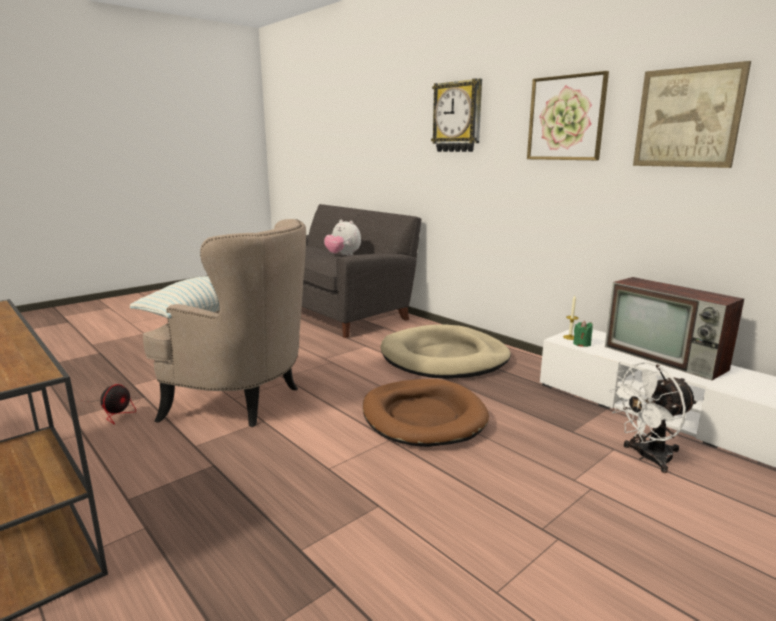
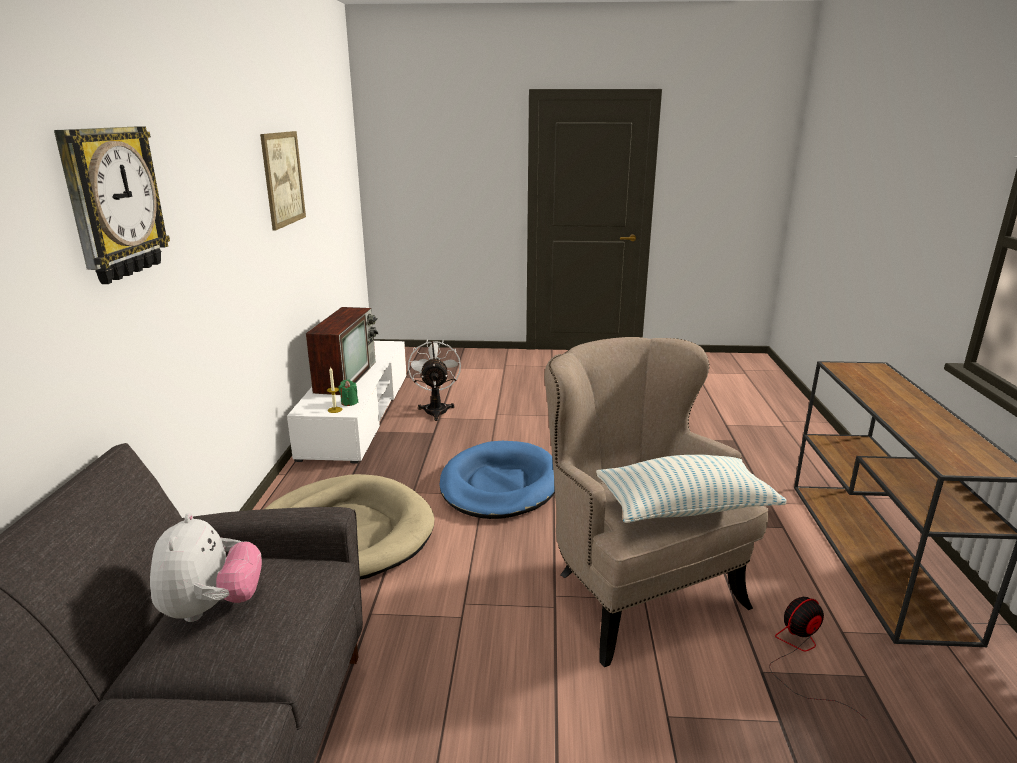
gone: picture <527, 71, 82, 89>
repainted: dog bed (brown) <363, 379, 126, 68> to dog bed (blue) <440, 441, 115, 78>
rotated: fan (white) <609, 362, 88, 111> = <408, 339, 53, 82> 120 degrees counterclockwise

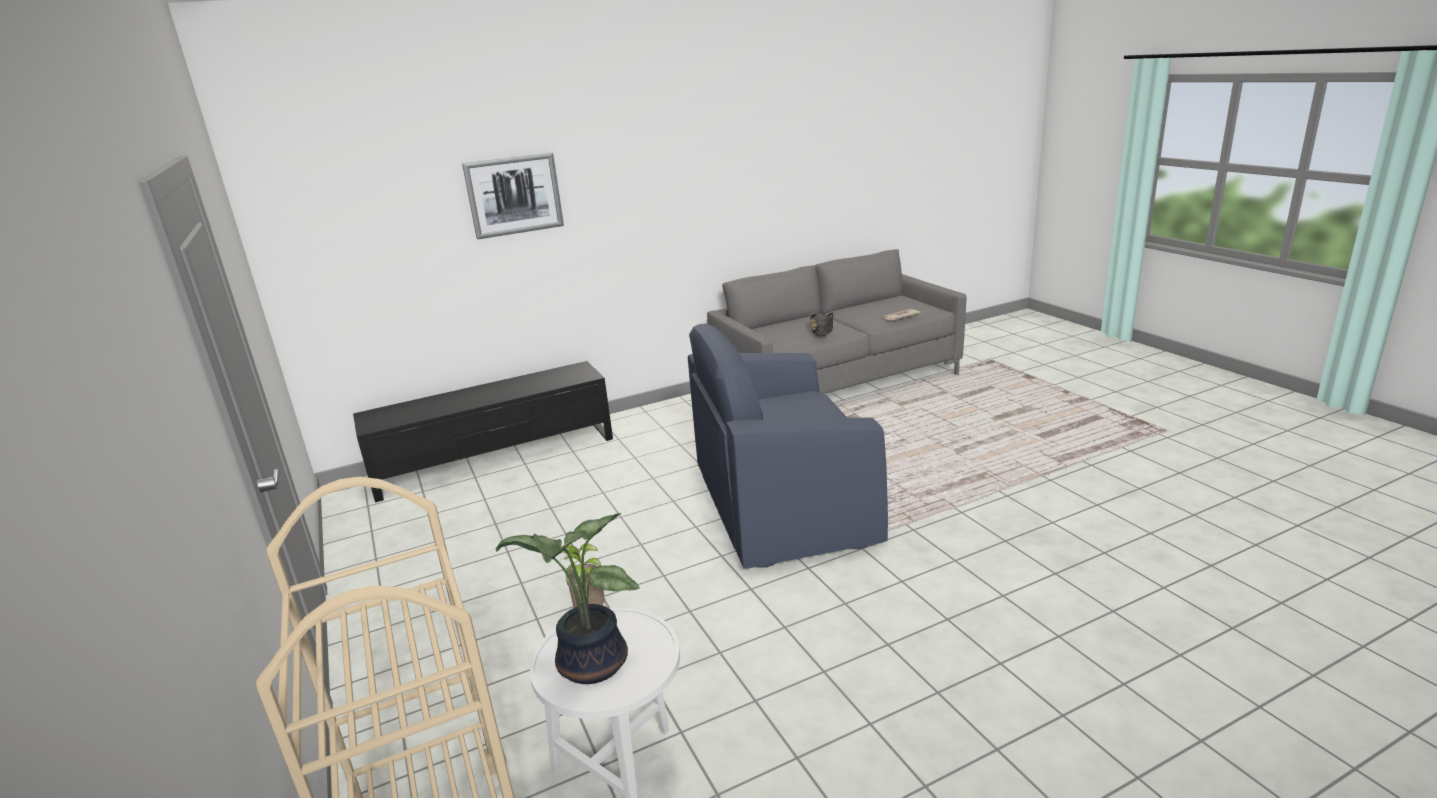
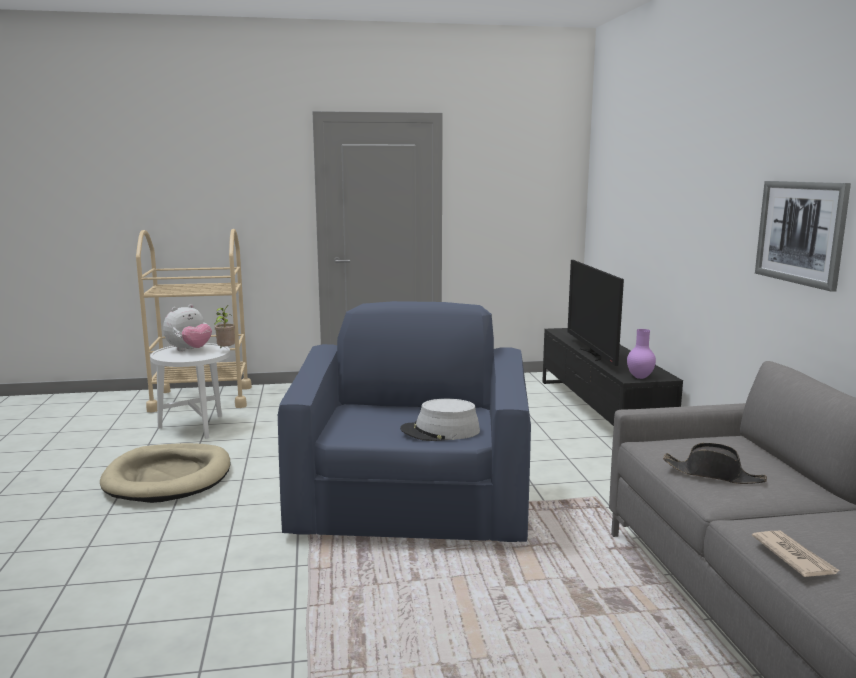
new: television <567, 260, 57, 106>; vase (purple) <627, 329, 29, 50>; hat (grey) <400, 399, 80, 42>; dog bed (beige) <100, 443, 131, 60>
shifted: picture <462, 153, 102, 86> to <755, 181, 96, 111>
swapped: potted plant <496, 513, 143, 171> to plush toy <163, 304, 49, 47>

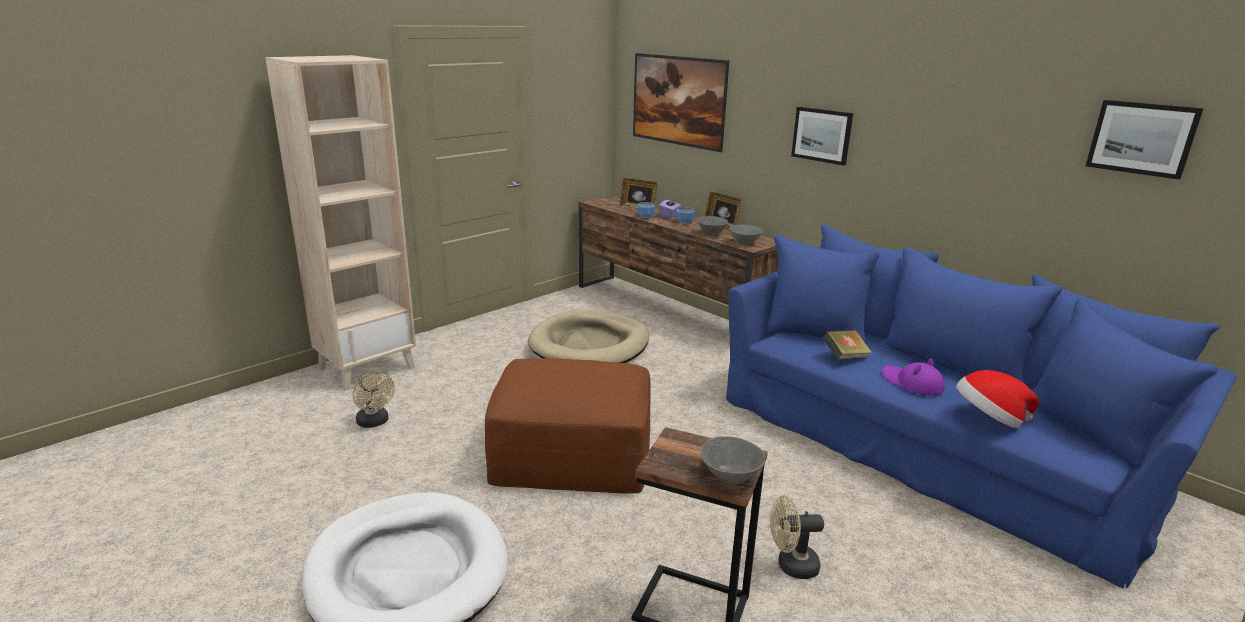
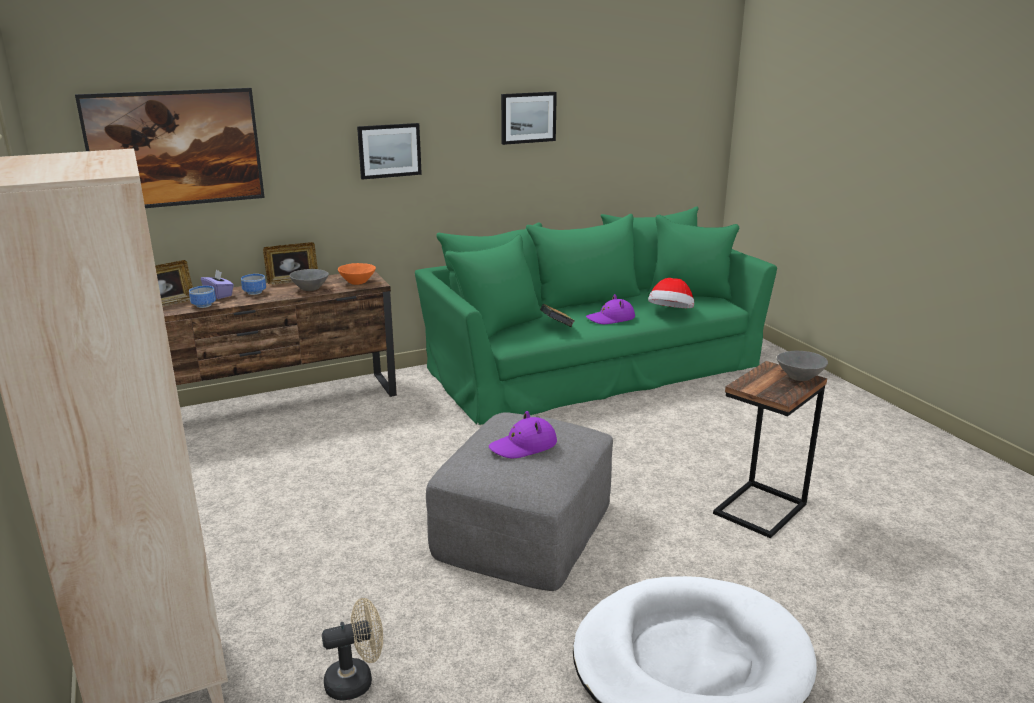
gone: dog bed (beige) <528, 310, 121, 53>; fan (beige) <770, 495, 54, 84>
new: hat (purple) <489, 411, 68, 48>
shifted: picture <1086, 100, 118, 80> to <501, 92, 56, 53>
repainted: sofa (blue) <726, 224, 511, 364> to sofa (green) <415, 206, 362, 219>; bowl (grey) <730, 225, 32, 19> to bowl (orange) <338, 263, 38, 22>; ottoman (brown) <485, 358, 166, 136> to ottoman (grey) <426, 412, 187, 179>

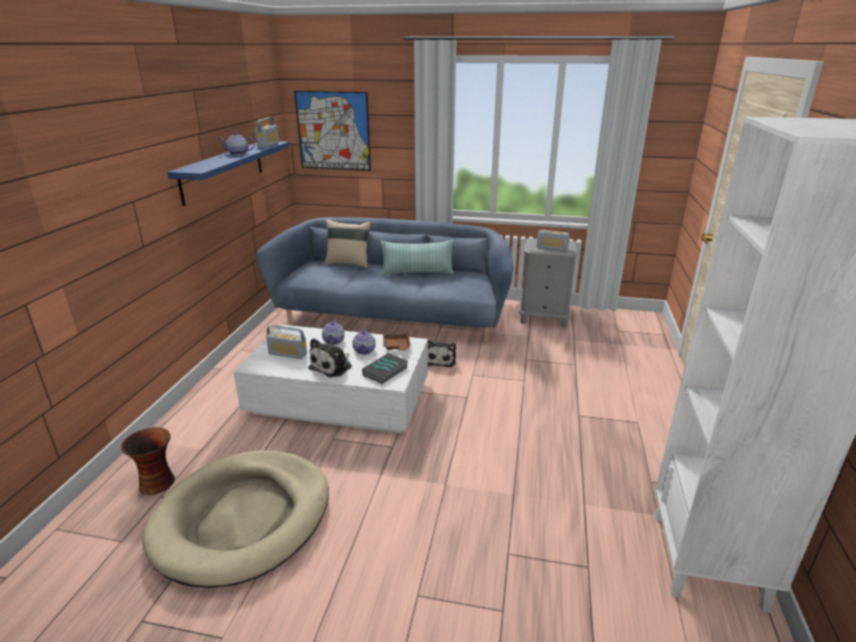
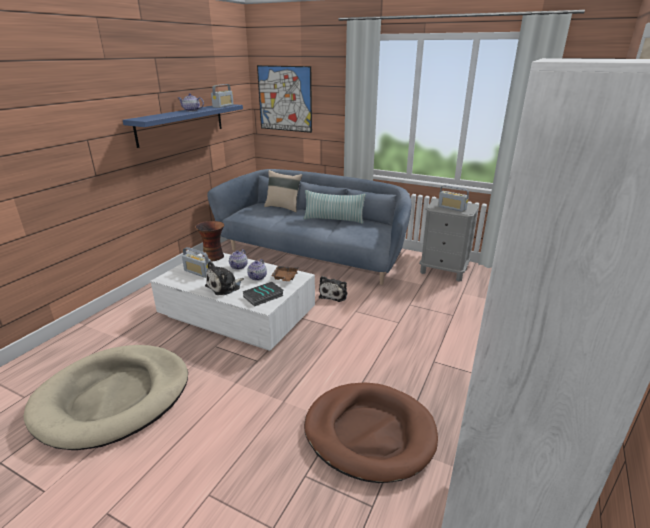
new: dog bed (brown) <304, 382, 134, 101>
shifted: vase <121, 427, 54, 68> to <195, 221, 29, 40>

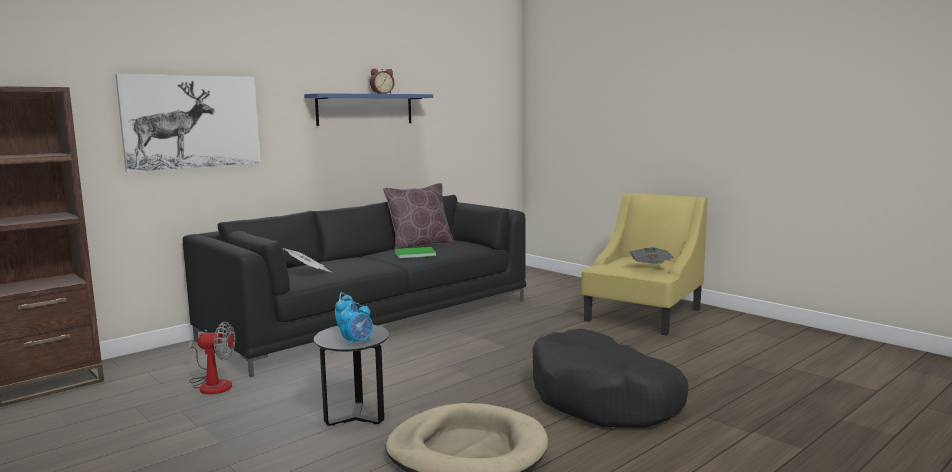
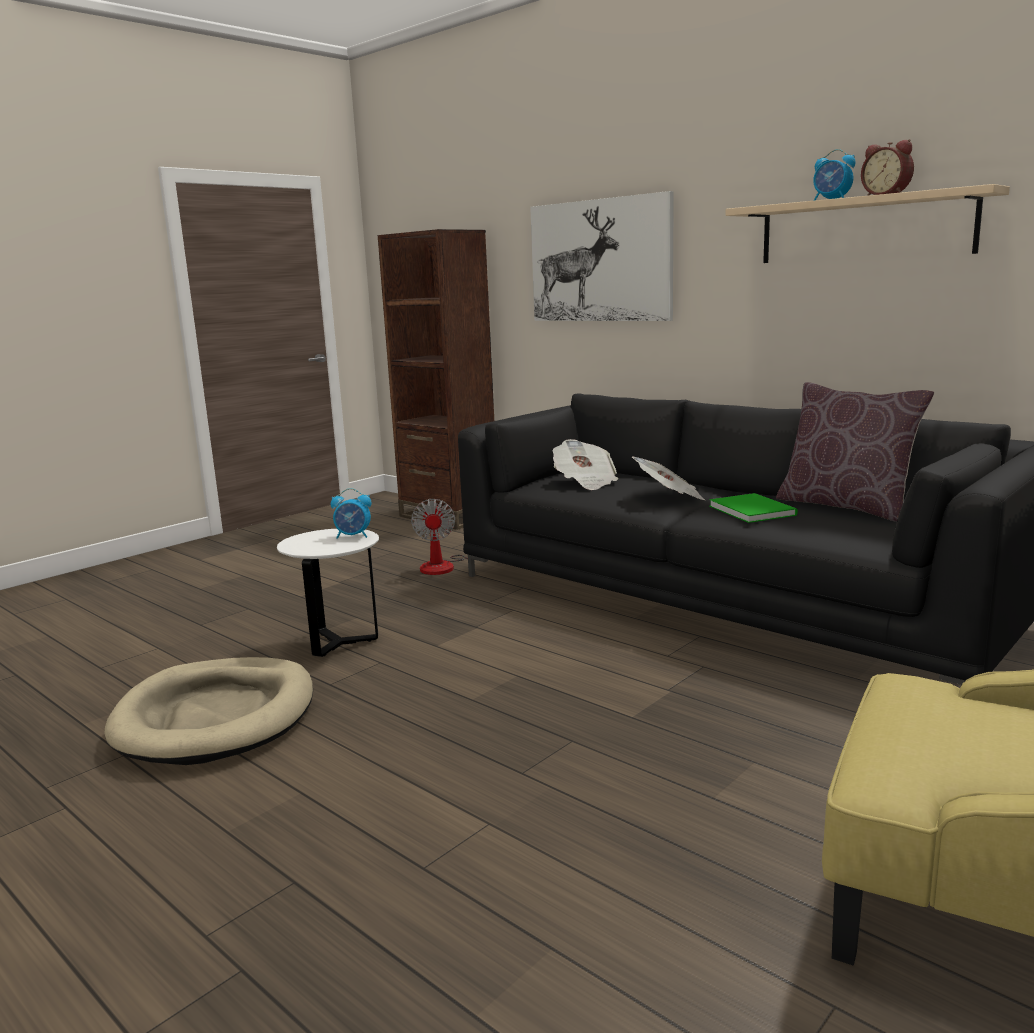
gone: dog bed (black) <532, 329, 157, 99>
shifted: newspaper <629, 248, 44, 16> to <631, 456, 74, 44>; alarm clock <340, 302, 33, 45> to <813, 149, 43, 52>
repainted: shelf (blue) <304, 93, 129, 33> to shelf (beige) <726, 184, 284, 79>; side table (black) <314, 325, 75, 101> to side table (white) <277, 529, 102, 128>

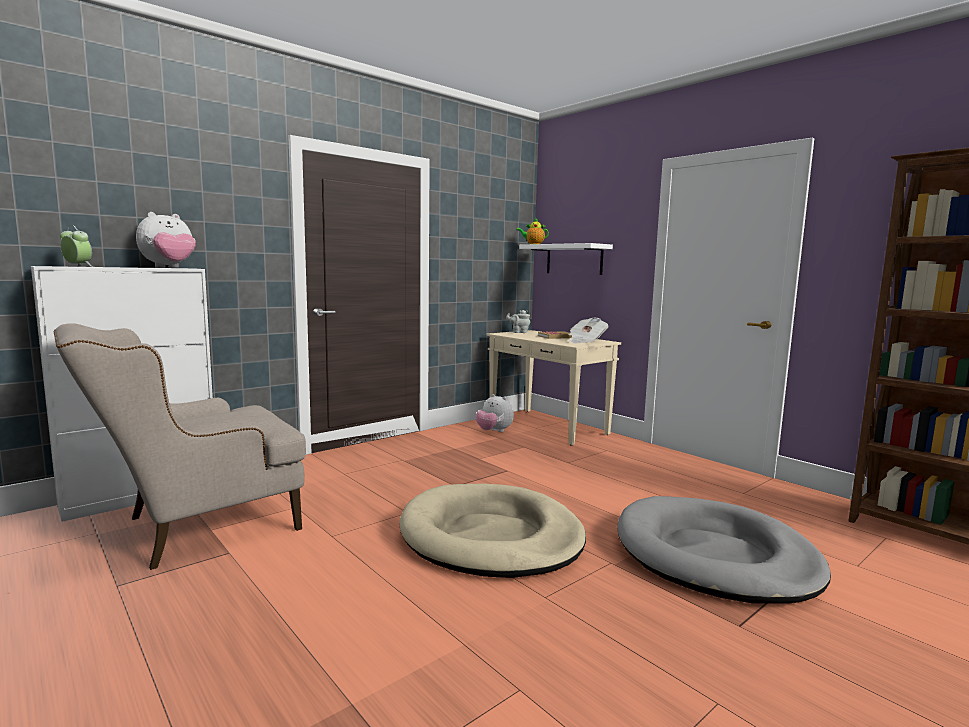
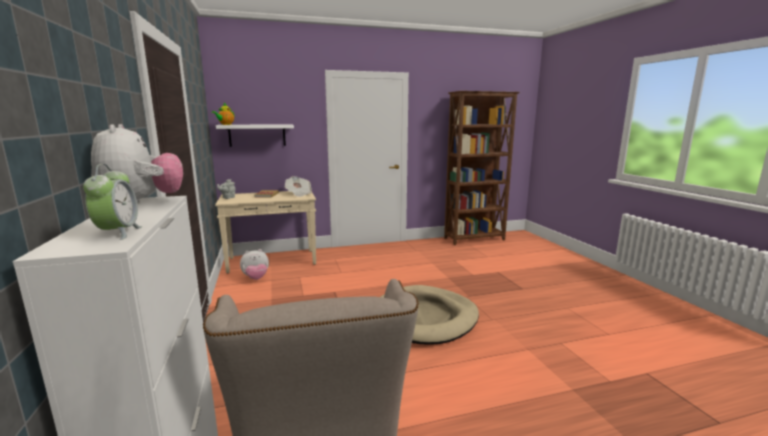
gone: dog bed (grey) <618, 496, 213, 108>
rotated: alarm clock <60, 226, 34, 41> = <83, 164, 59, 76> 120 degrees clockwise

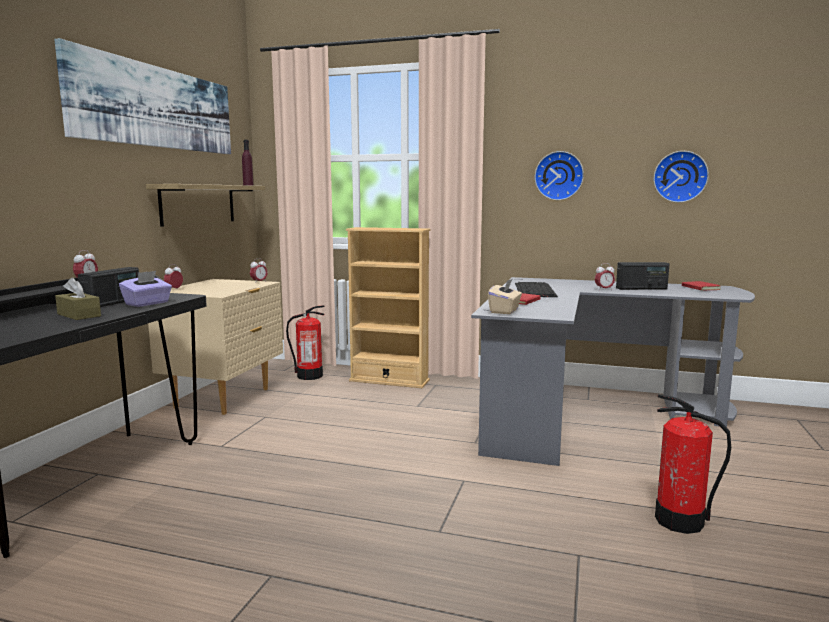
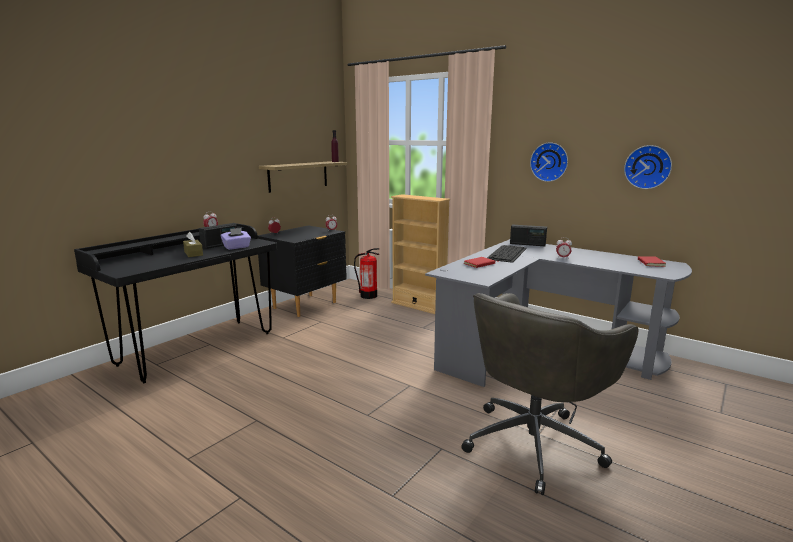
gone: picture <54, 38, 177, 116>; tissue box (beige) <488, 279, 34, 35>
shifted: radio <616, 262, 53, 28> to <510, 225, 37, 21>
swapped: fire extinguisher <655, 394, 76, 140> to office chair (grey) <461, 293, 177, 202>
repainted: nightstand (beige) <148, 279, 135, 136> to nightstand (black) <258, 226, 89, 91>

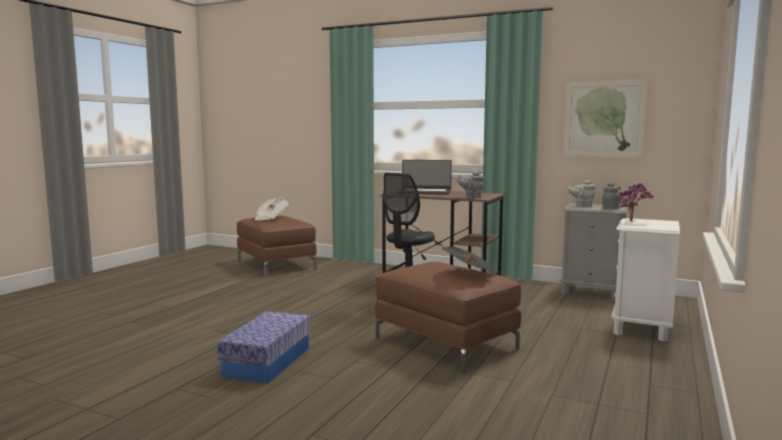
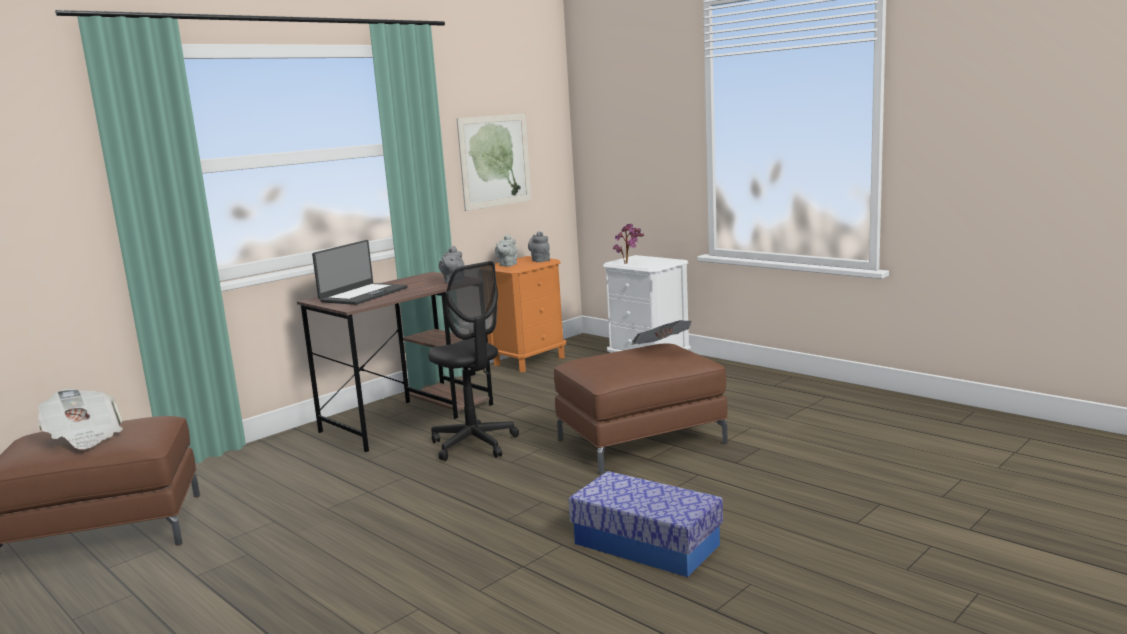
repainted: nightstand (grey) <560, 203, 68, 98> to nightstand (orange) <487, 256, 79, 116>

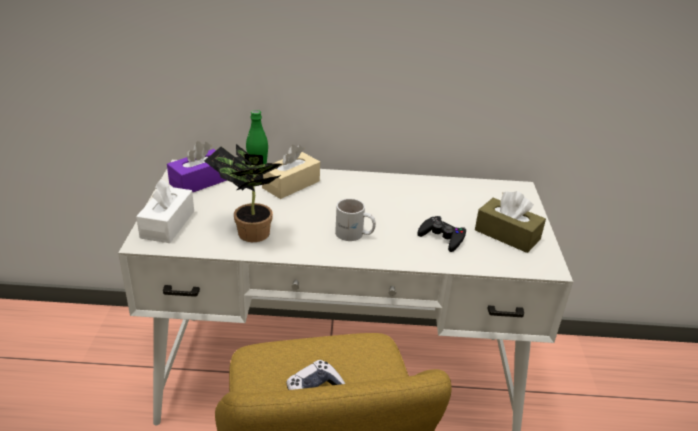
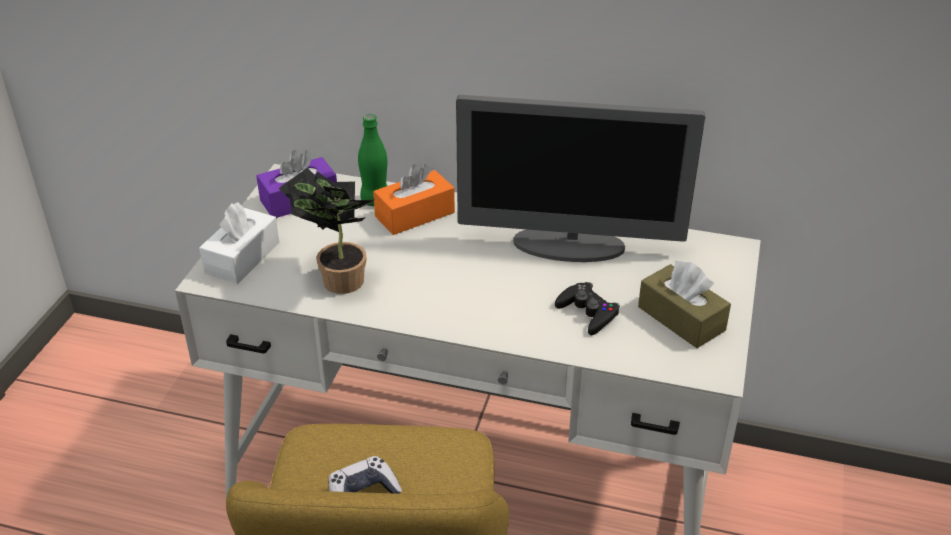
gone: mug (white) <335, 198, 41, 43>
new: monitor <456, 95, 249, 167>
repainted: tissue box (beige) <262, 145, 58, 54> to tissue box (orange) <373, 164, 82, 71>

